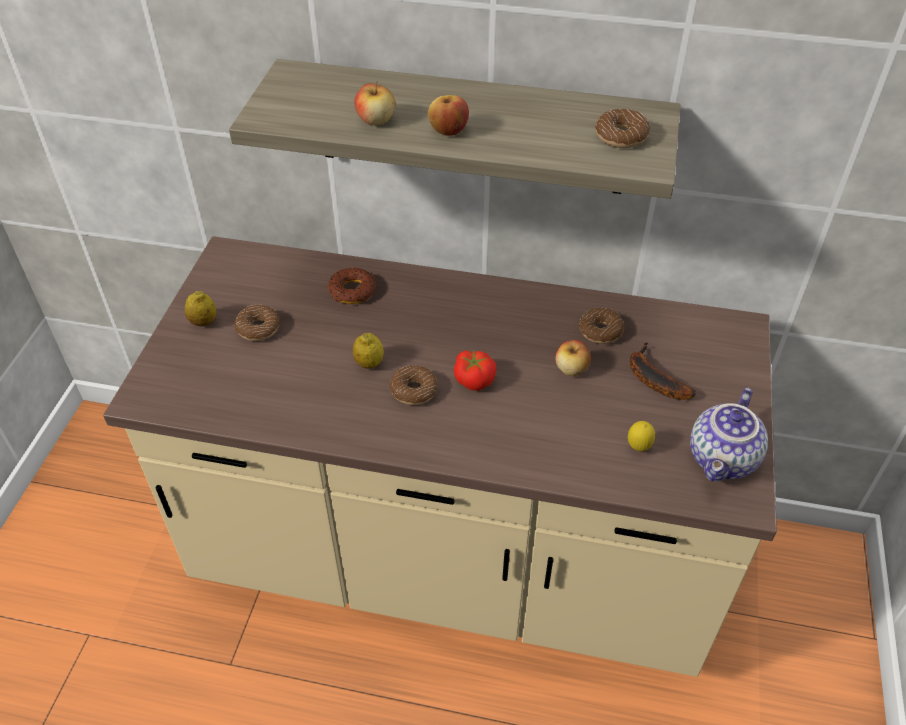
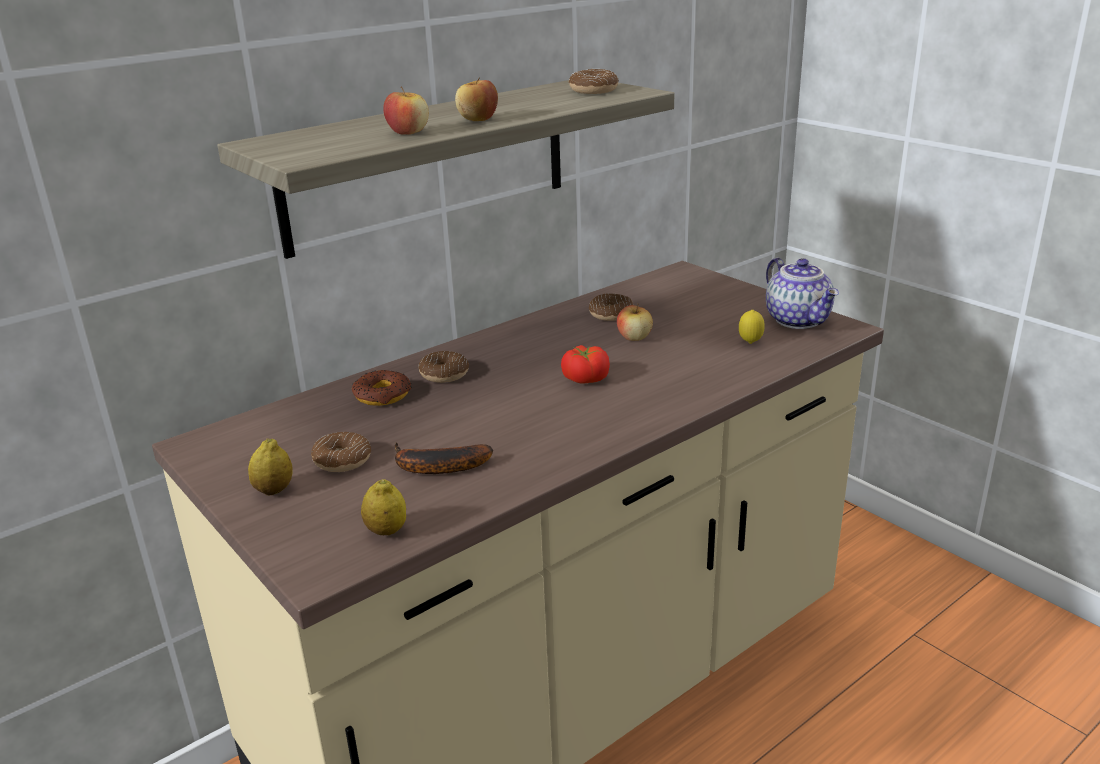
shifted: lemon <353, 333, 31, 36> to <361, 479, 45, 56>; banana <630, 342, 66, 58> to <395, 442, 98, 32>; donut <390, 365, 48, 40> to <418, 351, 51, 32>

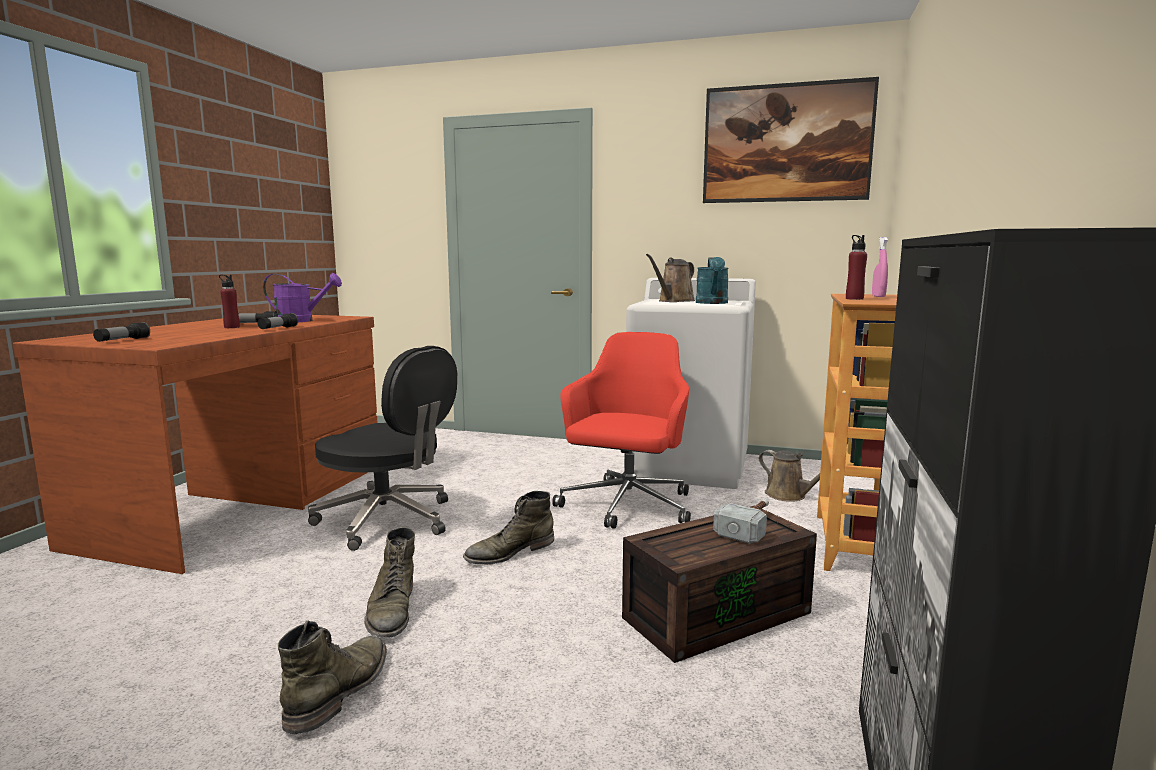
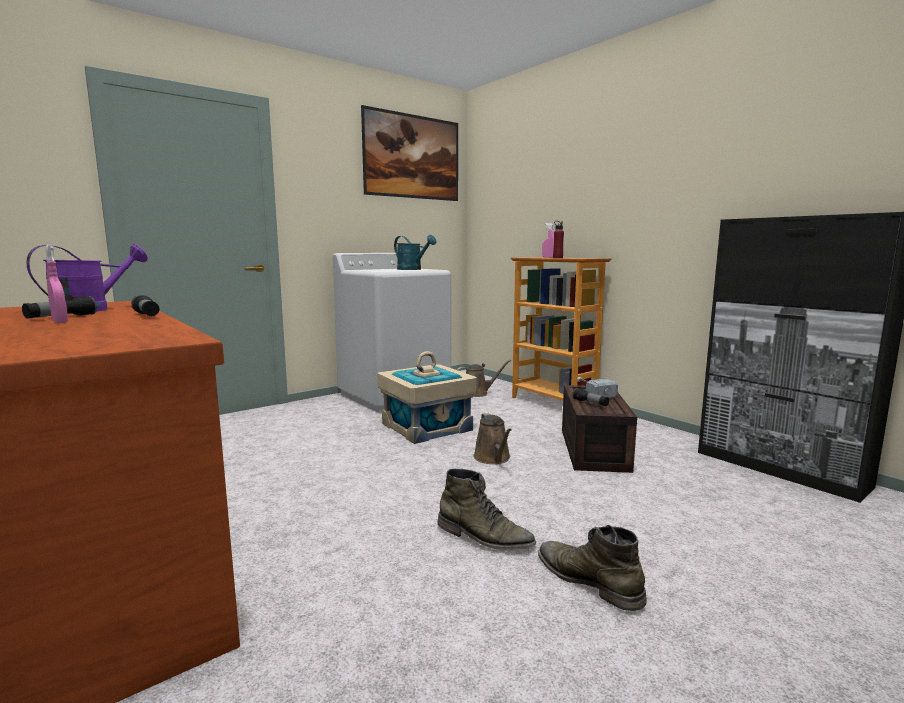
gone: office chair (black) <308, 346, 149, 205>; boot (green) <463, 491, 91, 74>
shifted: watering can (brown) <646, 254, 49, 48> to <473, 413, 39, 51>; flashlight <93, 322, 57, 20> to <572, 388, 37, 18>
swapped: bottle (red) <219, 275, 21, 53> to spray bottle (pink) <45, 244, 23, 79>; office chair (red) <552, 332, 139, 197> to storage box (beige) <377, 351, 100, 93>

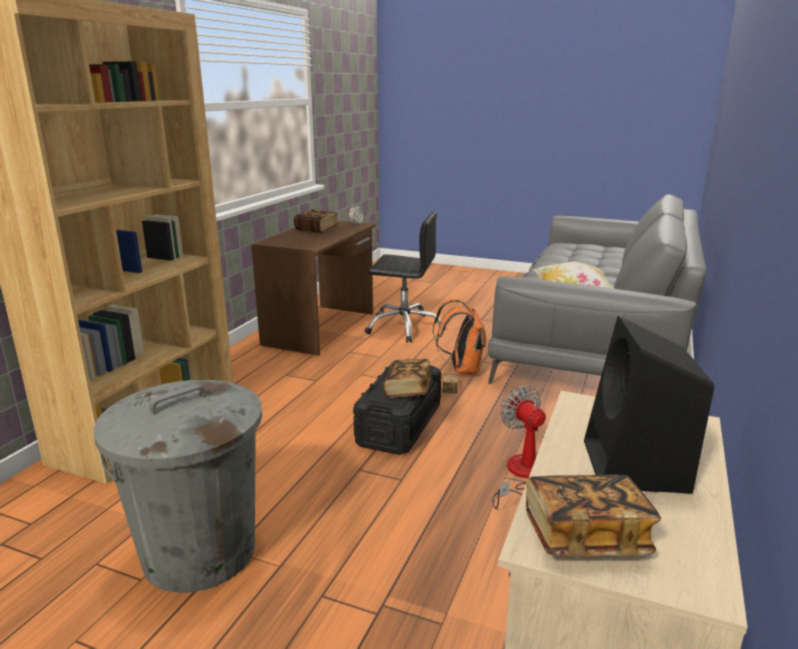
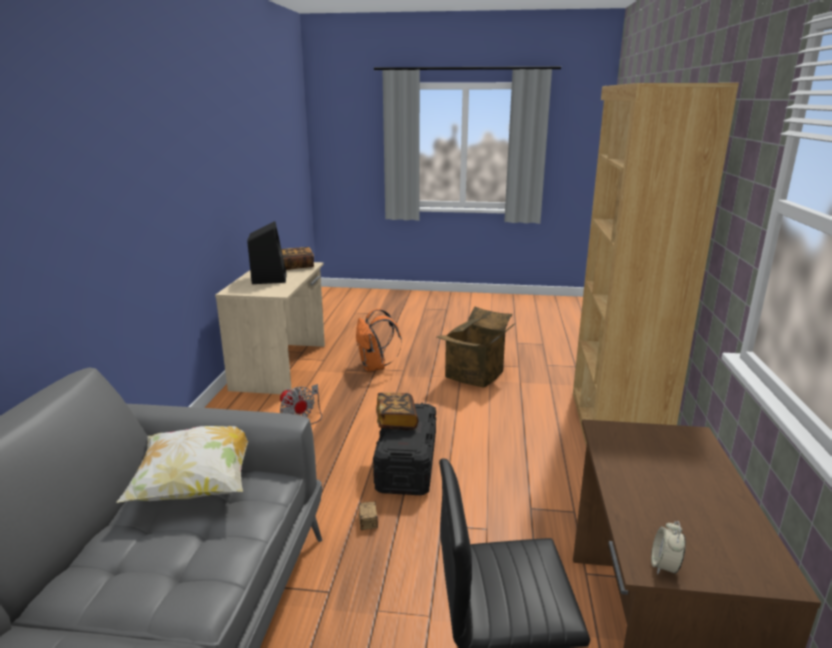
gone: book <294, 209, 45, 24>
shifted: backpack (orange) <433, 299, 53, 76> to <356, 309, 46, 63>
swapped: trash can (grey) <93, 380, 169, 213> to cardboard box <437, 307, 78, 81>

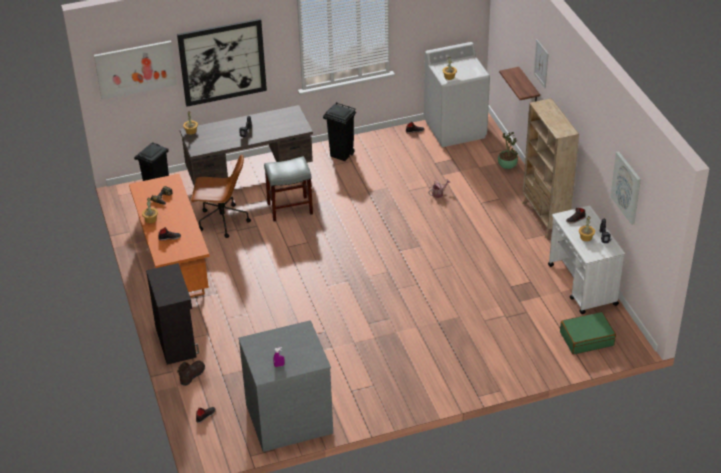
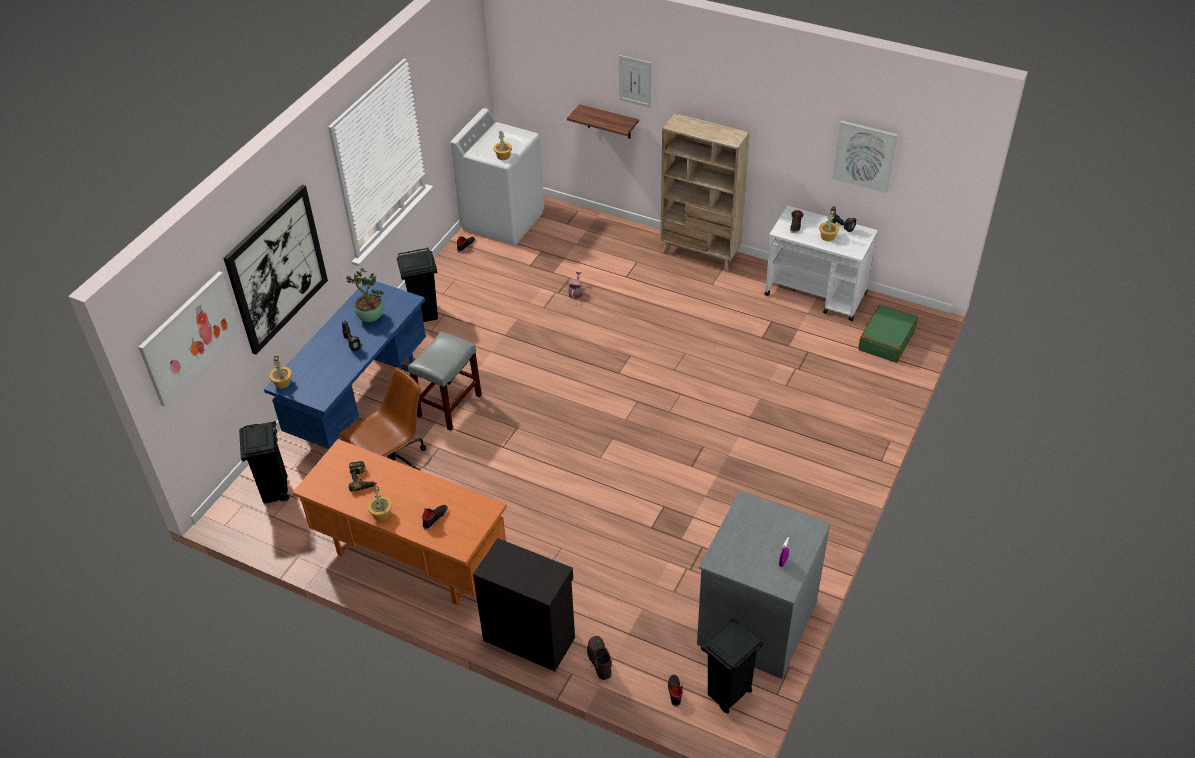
new: trash can (black) <701, 619, 62, 94>
shifted: potted plant <498, 132, 20, 37> to <346, 268, 38, 54>
repainted: desk (brown) <180, 105, 133, 81> to desk (blue) <264, 279, 162, 170>

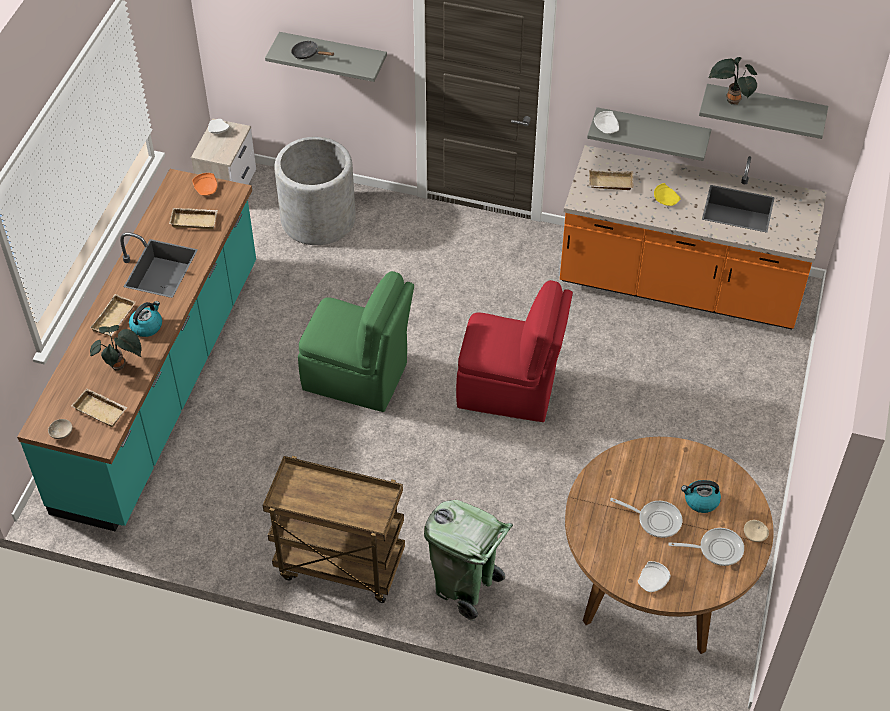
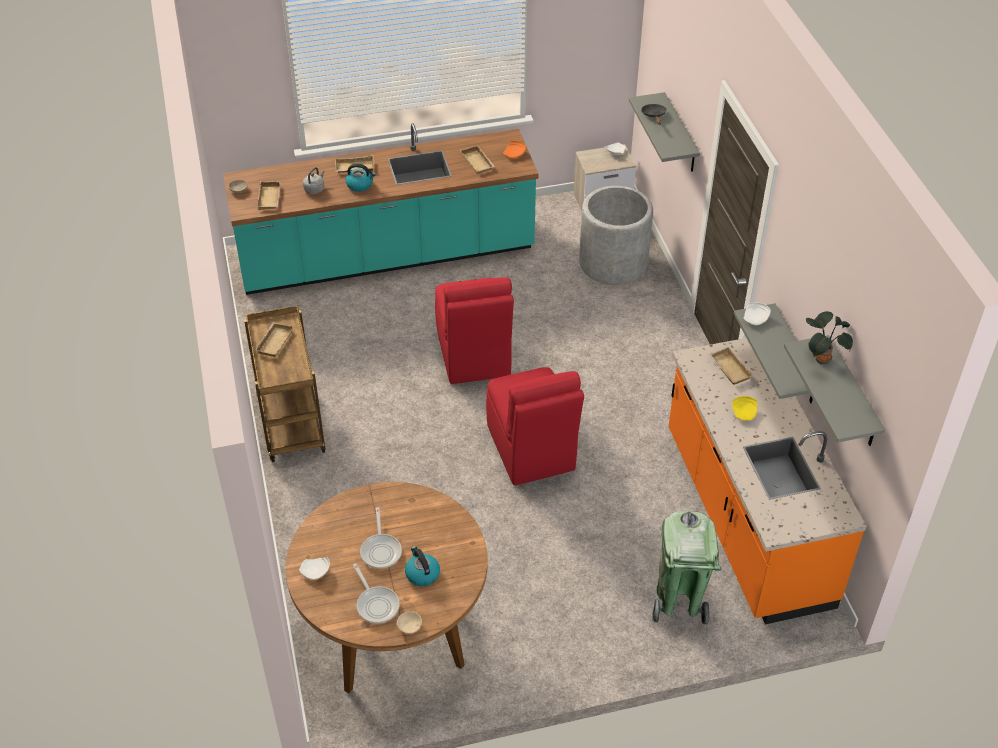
new: tray (beige) <255, 322, 39, 35>
shifted: trash can (green) <424, 500, 89, 121> to <652, 511, 69, 114>
swapped: potted plant <90, 325, 51, 46> to kettle (grey) <303, 167, 22, 27>
repainted: chair (green) <298, 271, 116, 141> to chair (red) <435, 277, 79, 107>

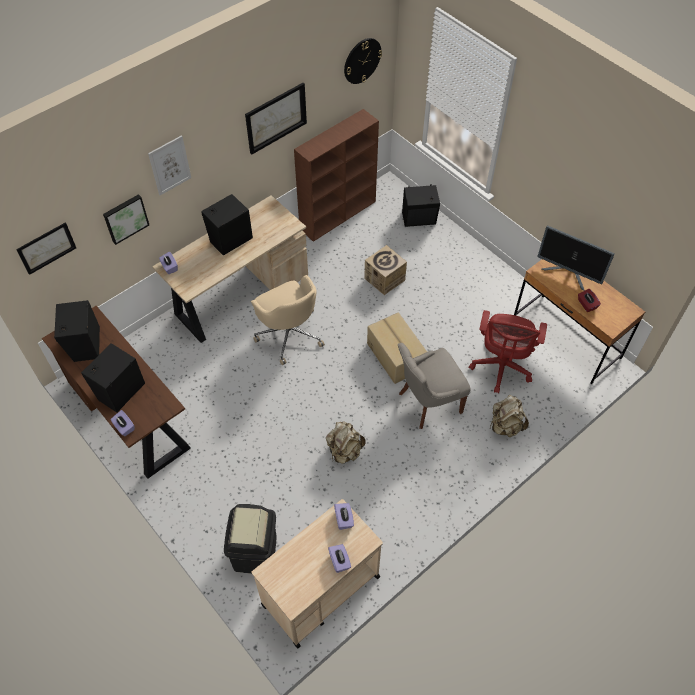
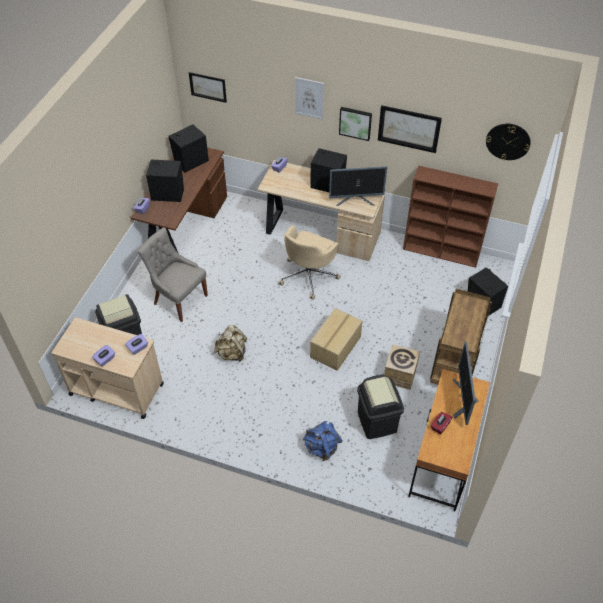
new: monitor <329, 166, 58, 40>; cart (brown) <430, 289, 62, 96>
shifted: picture <103, 194, 46, 51> to <339, 107, 33, 34>; cardboard box <364, 245, 43, 50> to <384, 344, 36, 46>; chair (grey) <398, 343, 72, 86> to <137, 227, 71, 95>
swapped: office chair (red) <469, 310, 78, 83> to trash can (black) <357, 375, 47, 64>
repainted: backpack (beige) <490, 395, 39, 42> to backpack (blue) <303, 421, 40, 40>

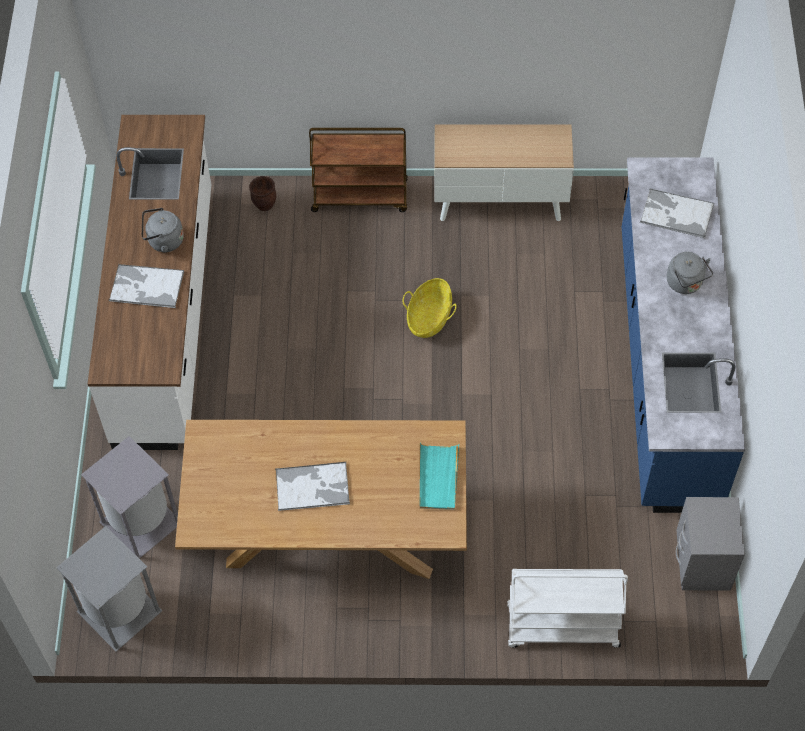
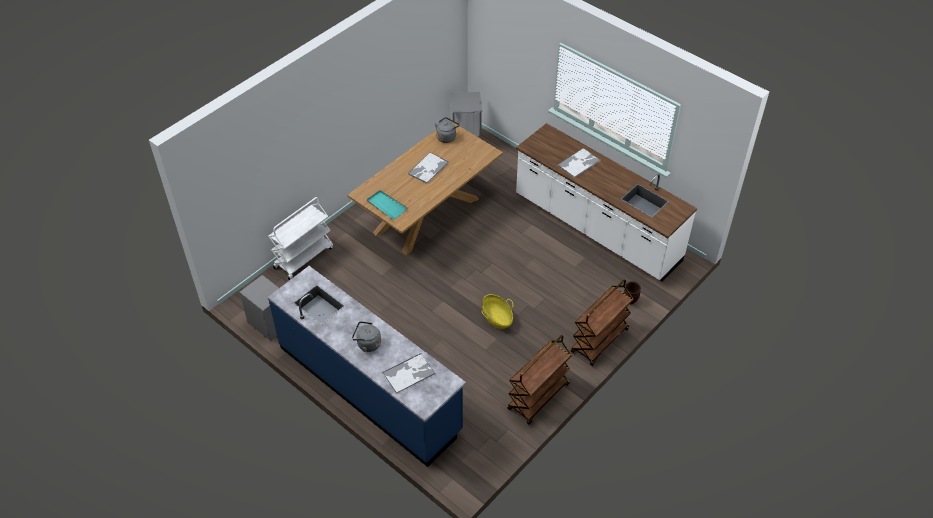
gone: trash can (grey) <81, 436, 97, 123>
shifted: kettle (grey) <142, 208, 42, 45> to <435, 117, 25, 26>
swapped: cabinet <434, 124, 140, 97> to cart (brown) <507, 335, 65, 90>

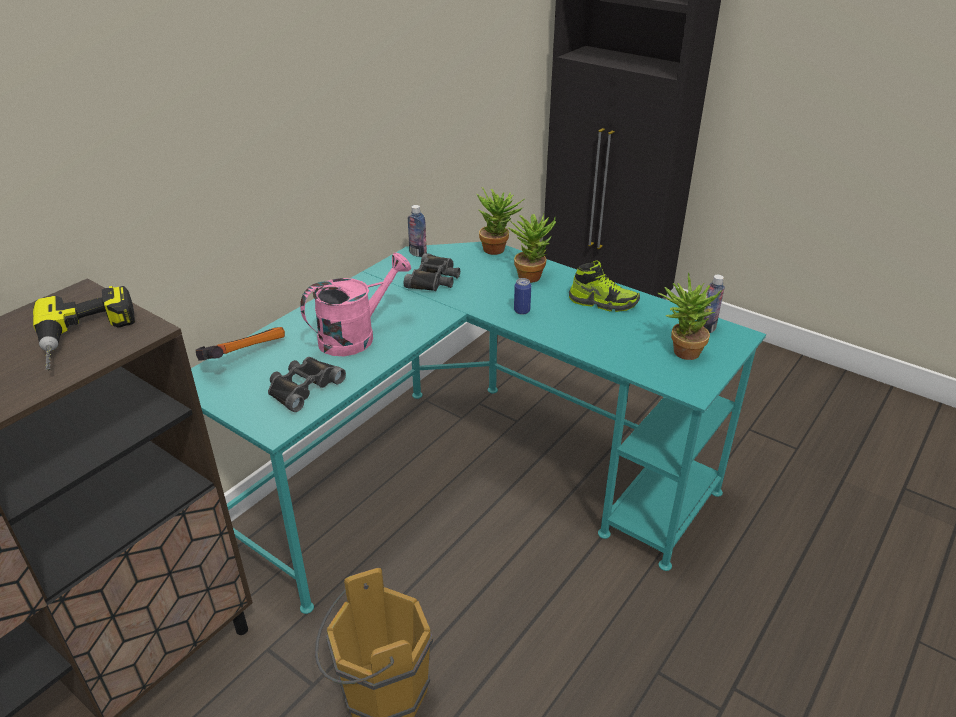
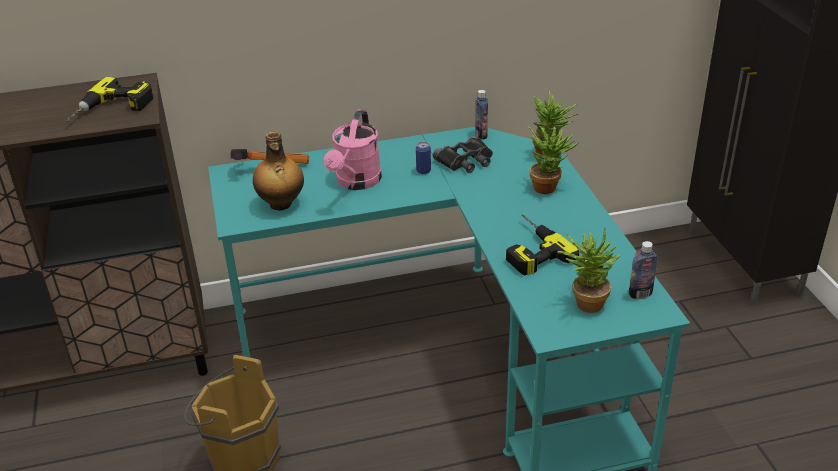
gone: shoe <569, 261, 71, 51>
new: power drill <506, 215, 73, 60>
shifted: can <514, 278, 17, 37> to <416, 141, 15, 33>
swapped: binoculars (black) <268, 357, 78, 55> to bottle <253, 131, 51, 80>
rotated: watering can (pink) <300, 252, 111, 104> = <324, 110, 58, 80> 105 degrees clockwise

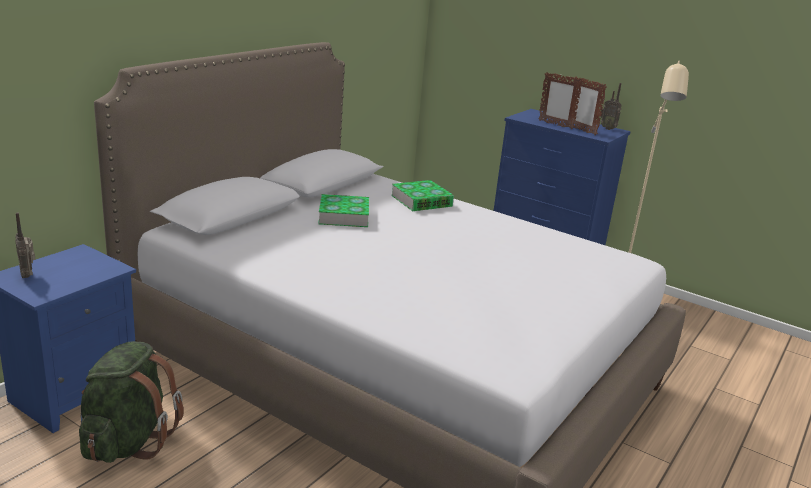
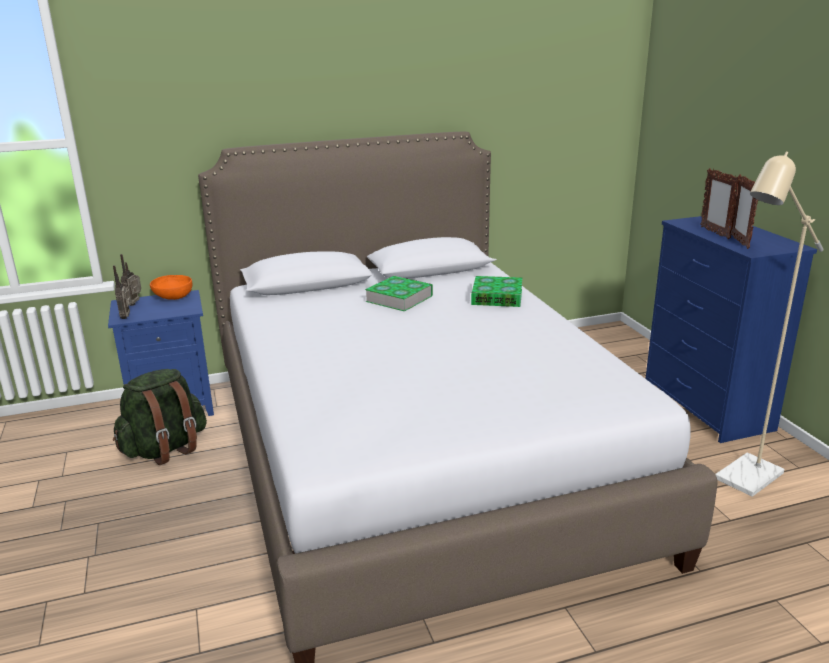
new: bowl (orange) <150, 275, 42, 25>
shifted: radio <600, 83, 22, 47> to <113, 265, 19, 54>

